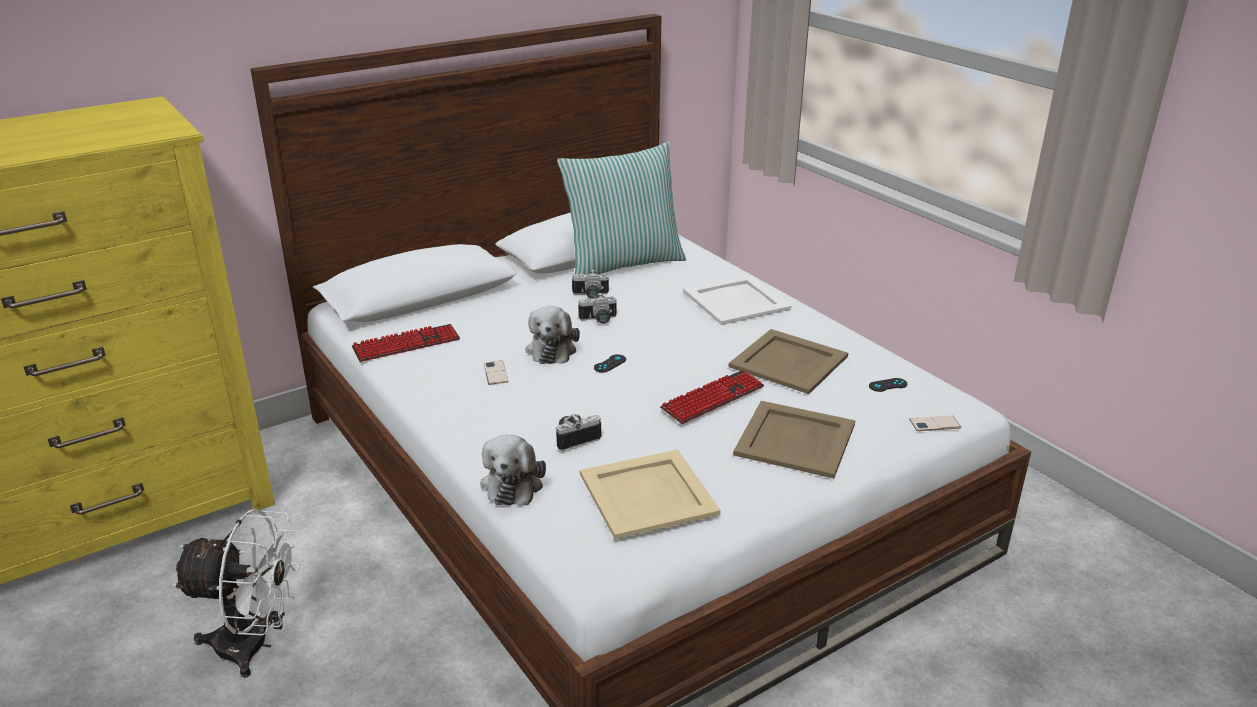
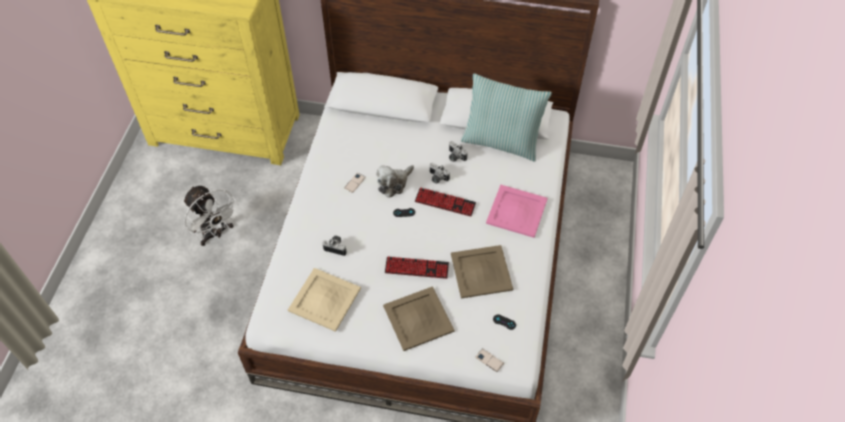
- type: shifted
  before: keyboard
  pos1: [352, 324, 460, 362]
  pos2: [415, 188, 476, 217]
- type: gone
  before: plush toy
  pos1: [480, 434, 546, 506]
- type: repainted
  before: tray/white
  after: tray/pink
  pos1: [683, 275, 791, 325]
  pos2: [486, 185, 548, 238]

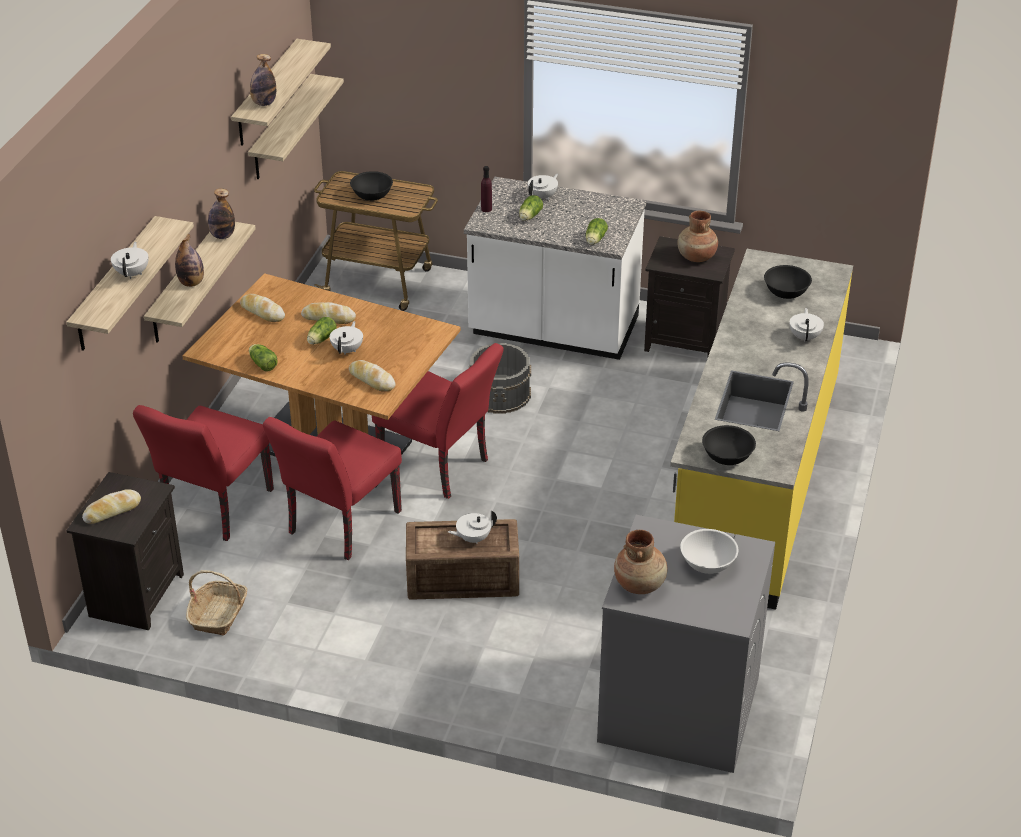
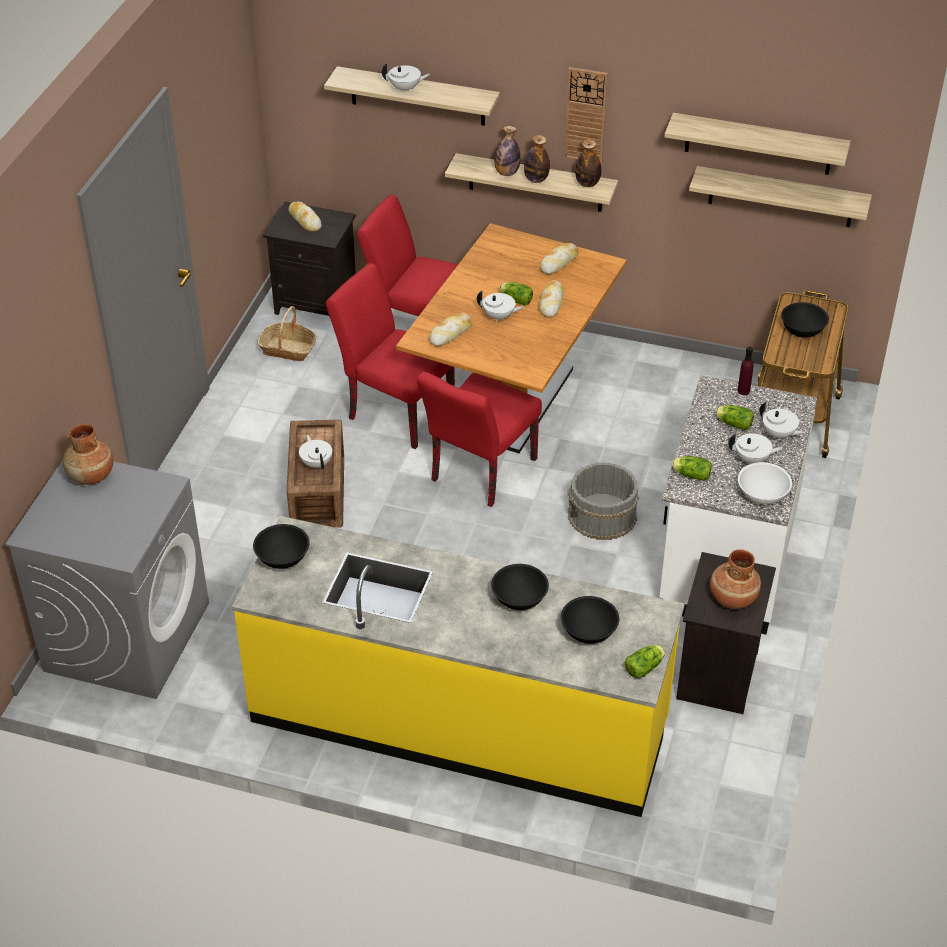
- type: shifted
  before: lettuce
  pos1: [249, 344, 278, 371]
  pos2: [625, 645, 665, 678]
- type: shifted
  before: bottle
  pos1: [250, 54, 276, 106]
  pos2: [524, 135, 550, 183]
- type: shifted
  before: bowl/white
  pos1: [680, 529, 738, 574]
  pos2: [738, 462, 792, 505]
- type: shifted
  before: teapot/white
  pos1: [790, 308, 824, 342]
  pos2: [728, 433, 783, 464]
- type: new
  after: bowl/black
  pos2: [491, 564, 549, 610]
- type: new
  after: wall clock
  pos2: [565, 67, 608, 164]

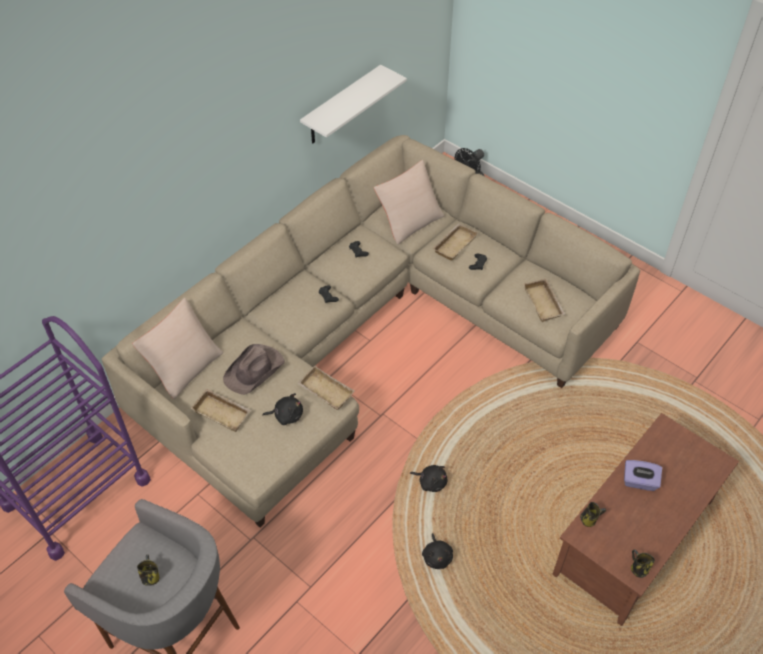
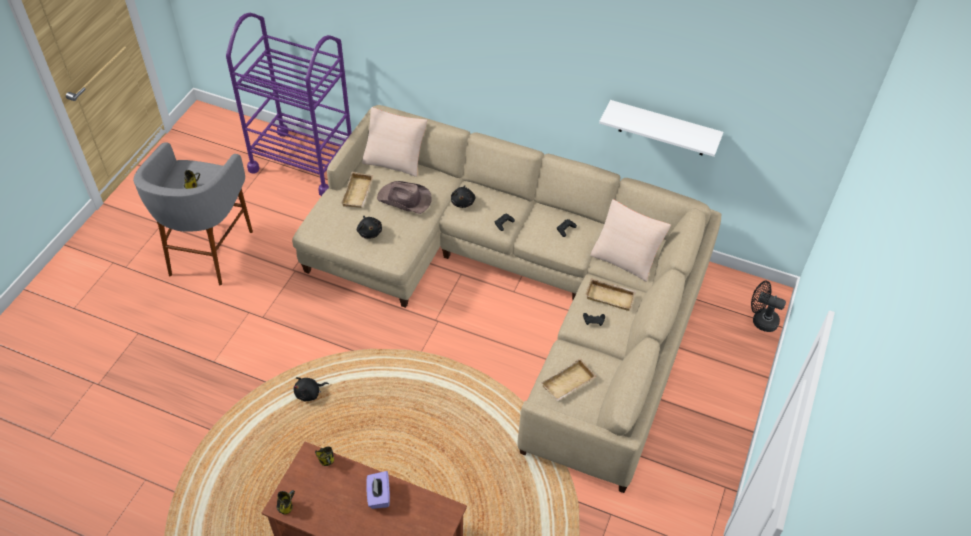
- type: gone
  before: tray/beige
  pos1: [297, 366, 355, 410]
- type: shifted
  before: plush toy/black
  pos1: [410, 465, 447, 492]
  pos2: [451, 185, 475, 208]

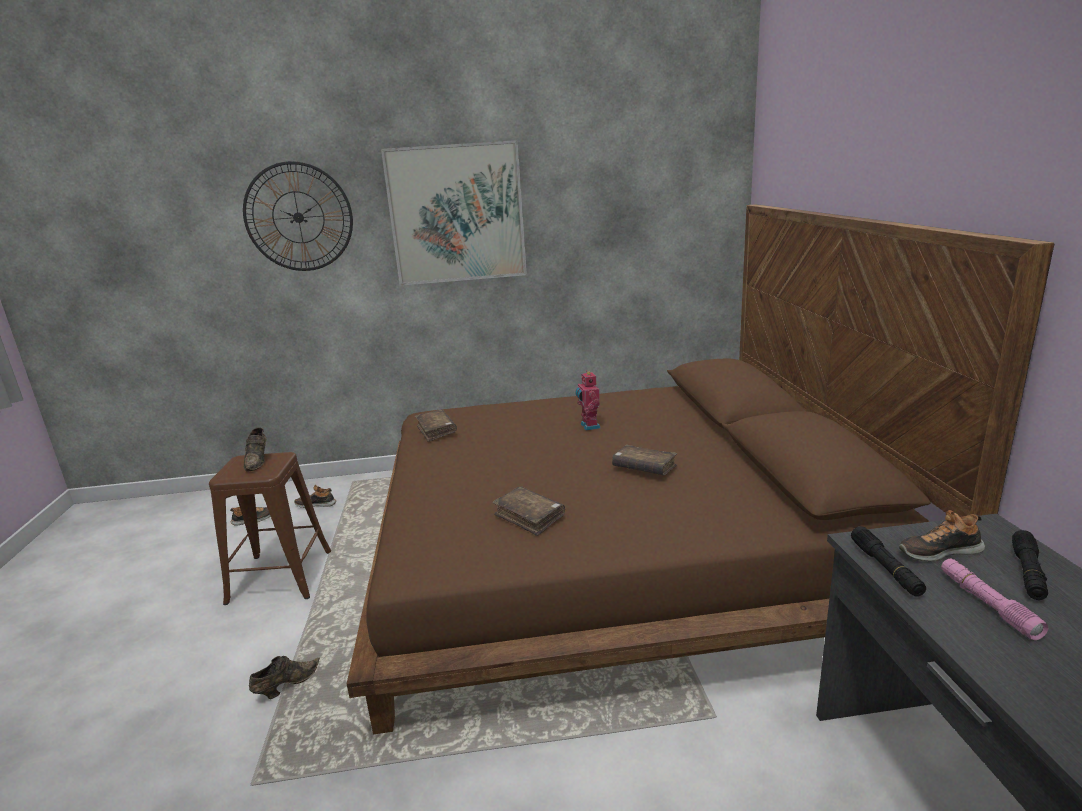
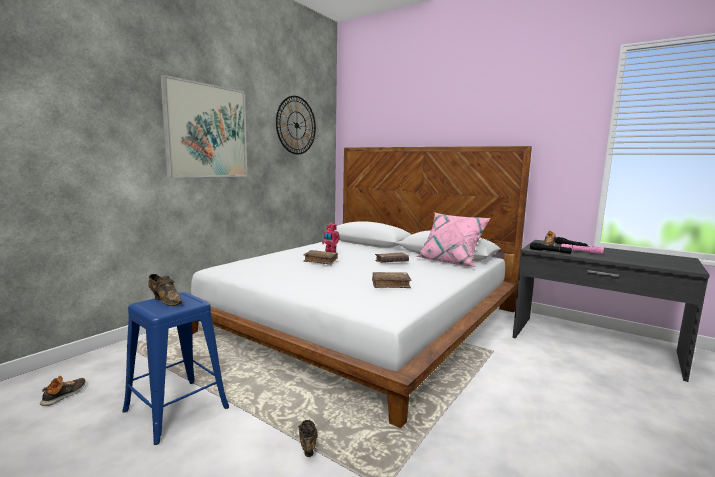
- type: repainted
  before: stool/brown
  after: stool/blue
  pos1: [209, 452, 331, 605]
  pos2: [122, 292, 229, 445]
- type: shifted
  before: wall clock
  pos1: [243, 161, 353, 271]
  pos2: [276, 96, 316, 154]
- type: gone
  before: shoe
  pos1: [294, 485, 336, 508]
- type: repainted
  before: bed/brown
  after: bed/white
  pos1: [347, 204, 1054, 734]
  pos2: [191, 146, 532, 428]
- type: shifted
  before: book/brown
  pos1: [415, 409, 457, 442]
  pos2: [303, 250, 338, 265]
- type: new
  after: pillow/pink
  pos2: [416, 212, 491, 267]

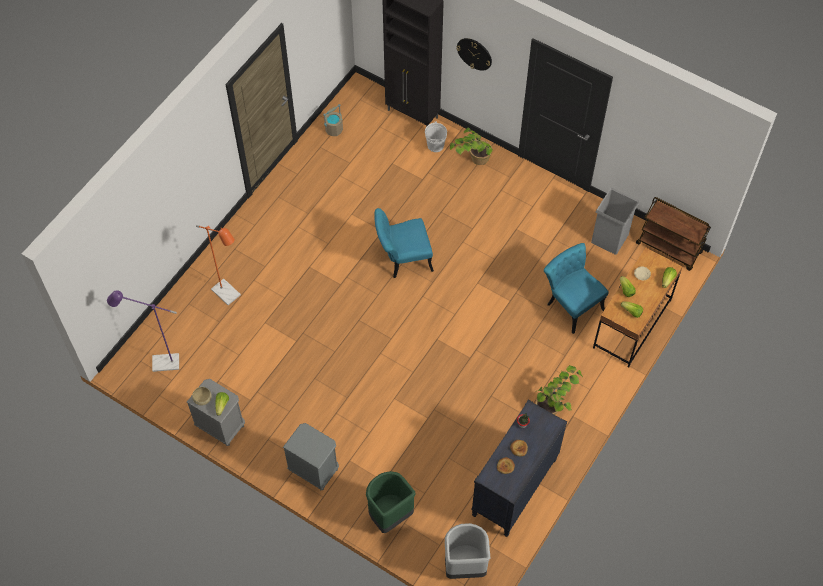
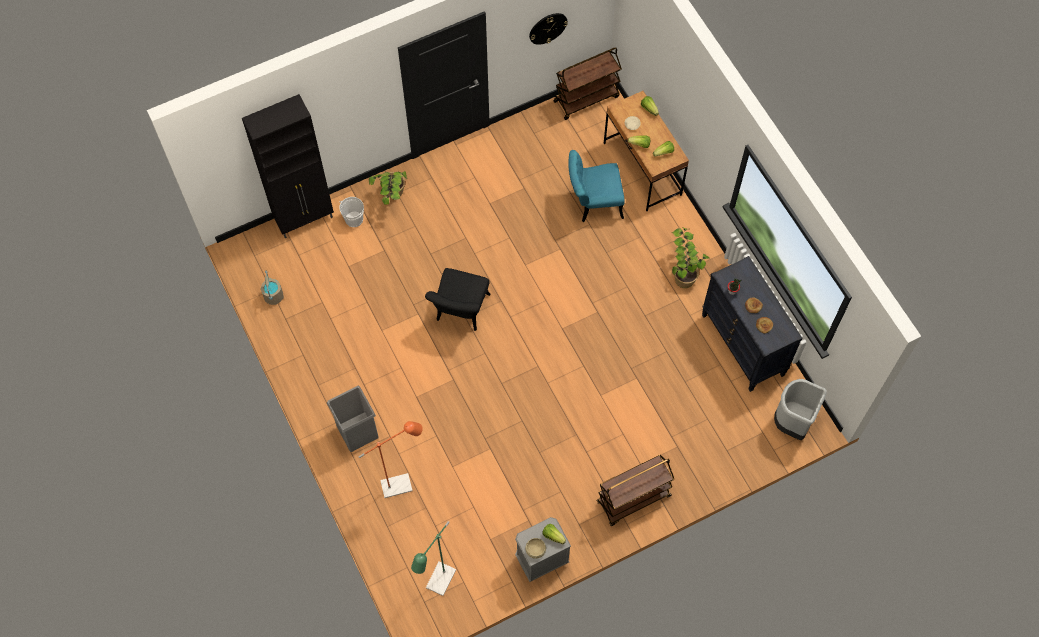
- type: repainted
  before: floor lamp/purple
  after: floor lamp/green
  pos1: [107, 290, 179, 372]
  pos2: [411, 521, 456, 596]
- type: swapped
  before: nightstand/grey
  after: cart/brown
  pos1: [283, 423, 339, 490]
  pos2: [597, 455, 674, 526]
- type: gone
  before: trash can/green
  pos1: [366, 471, 415, 533]
- type: repainted
  before: chair/turquoise
  after: chair/black
  pos1: [374, 208, 434, 278]
  pos2: [425, 268, 490, 331]
- type: shifted
  before: wall clock
  pos1: [456, 38, 492, 71]
  pos2: [529, 13, 568, 45]
- type: shifted
  before: trash can/grey
  pos1: [591, 188, 639, 255]
  pos2: [327, 386, 379, 452]

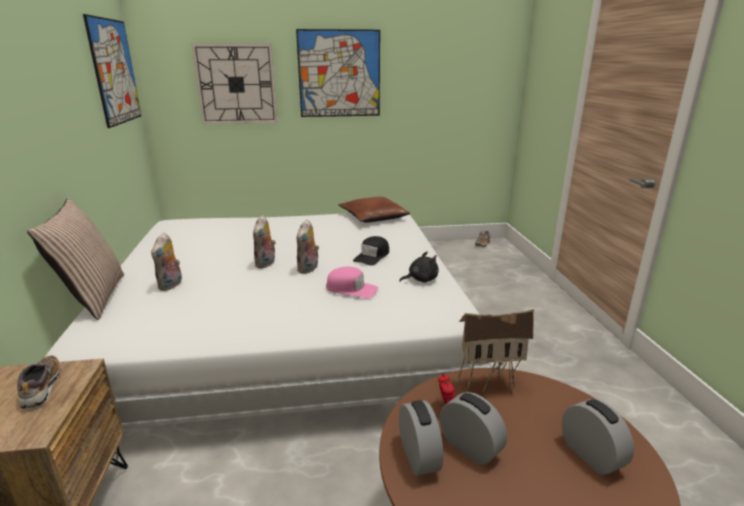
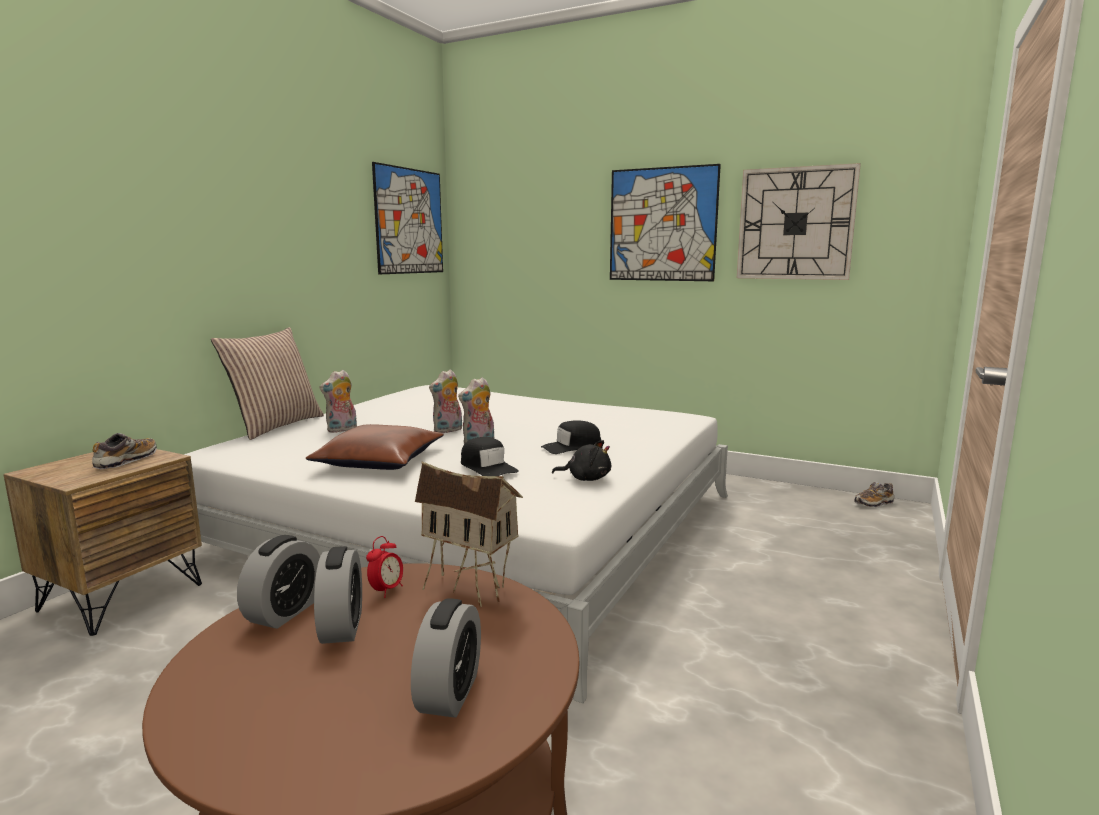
- type: shifted
  before: wall clock
  pos1: [191, 43, 278, 124]
  pos2: [737, 163, 861, 280]
- type: repainted
  before: cap/pink
  after: cap/black
  pos1: [326, 266, 378, 298]
  pos2: [461, 437, 519, 476]
- type: shifted
  before: pillow/brown
  pos1: [338, 197, 410, 223]
  pos2: [306, 424, 444, 470]

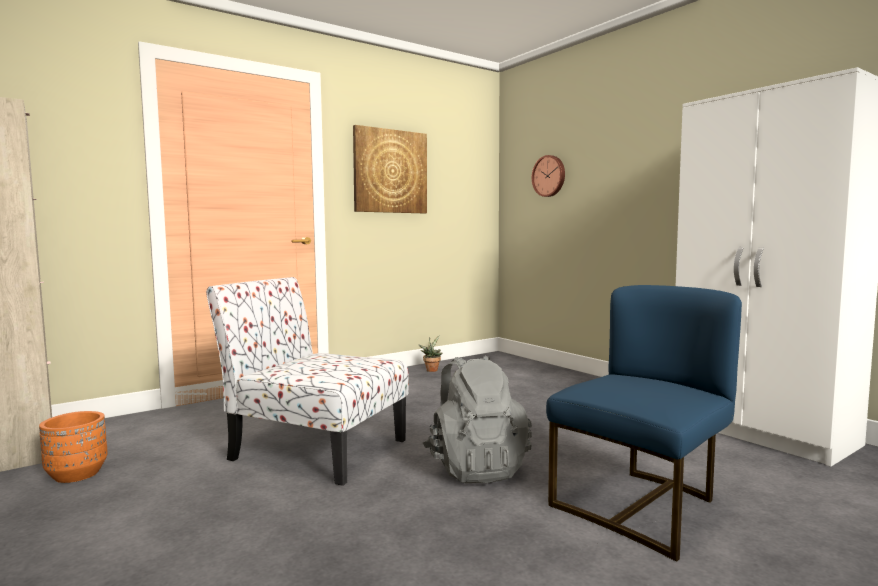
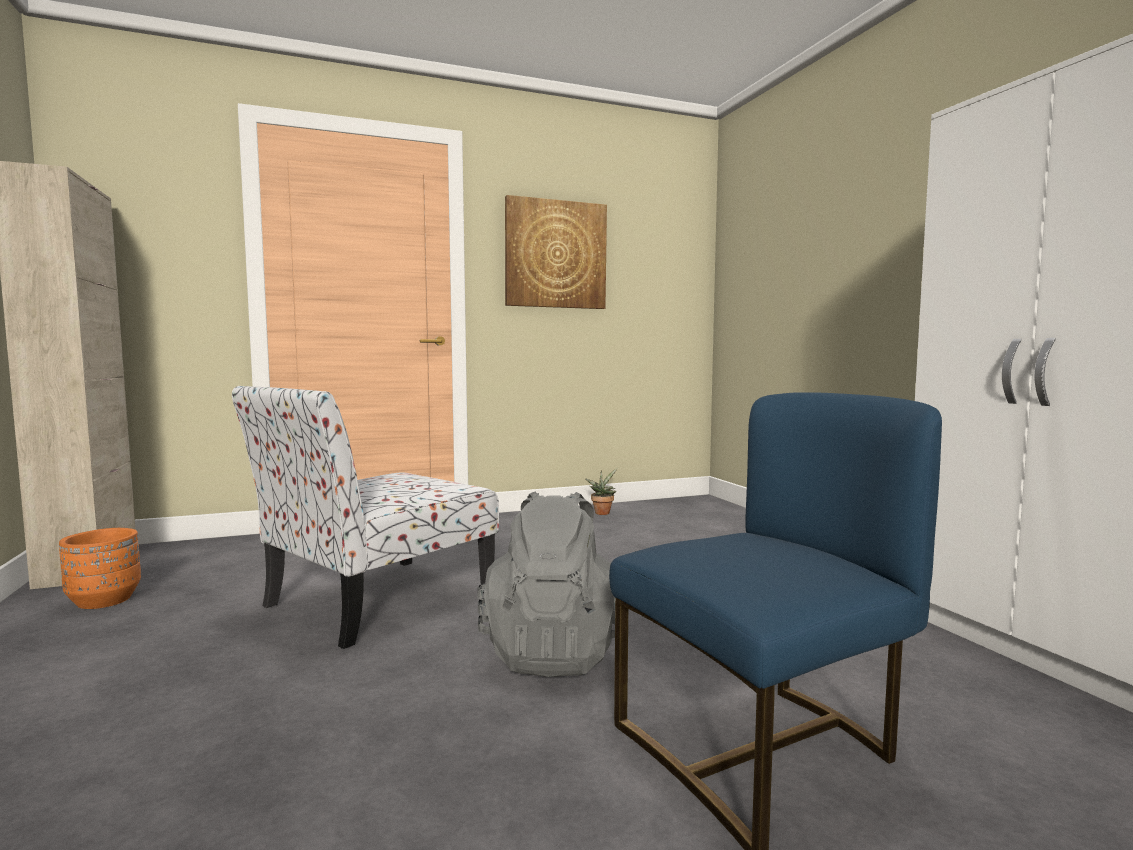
- type: rotated
  before: chair
  pos1: [206, 277, 408, 486]
  pos2: [232, 386, 499, 649]
  turn: -90
- type: gone
  before: wall clock
  pos1: [531, 155, 565, 197]

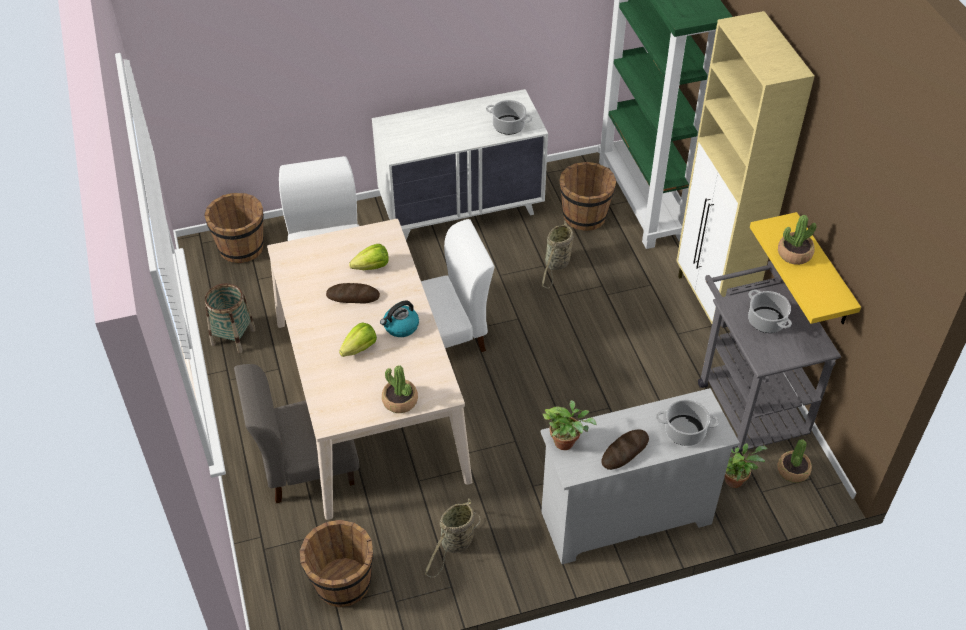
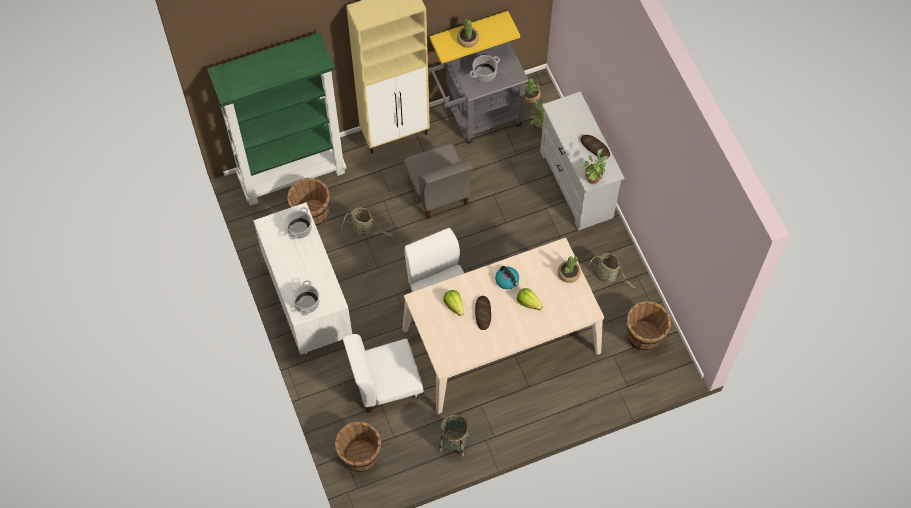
- type: shifted
  before: chair/grey
  pos1: [234, 364, 359, 503]
  pos2: [404, 143, 473, 219]
- type: shifted
  before: cooking pot
  pos1: [656, 399, 719, 446]
  pos2: [292, 280, 319, 316]

